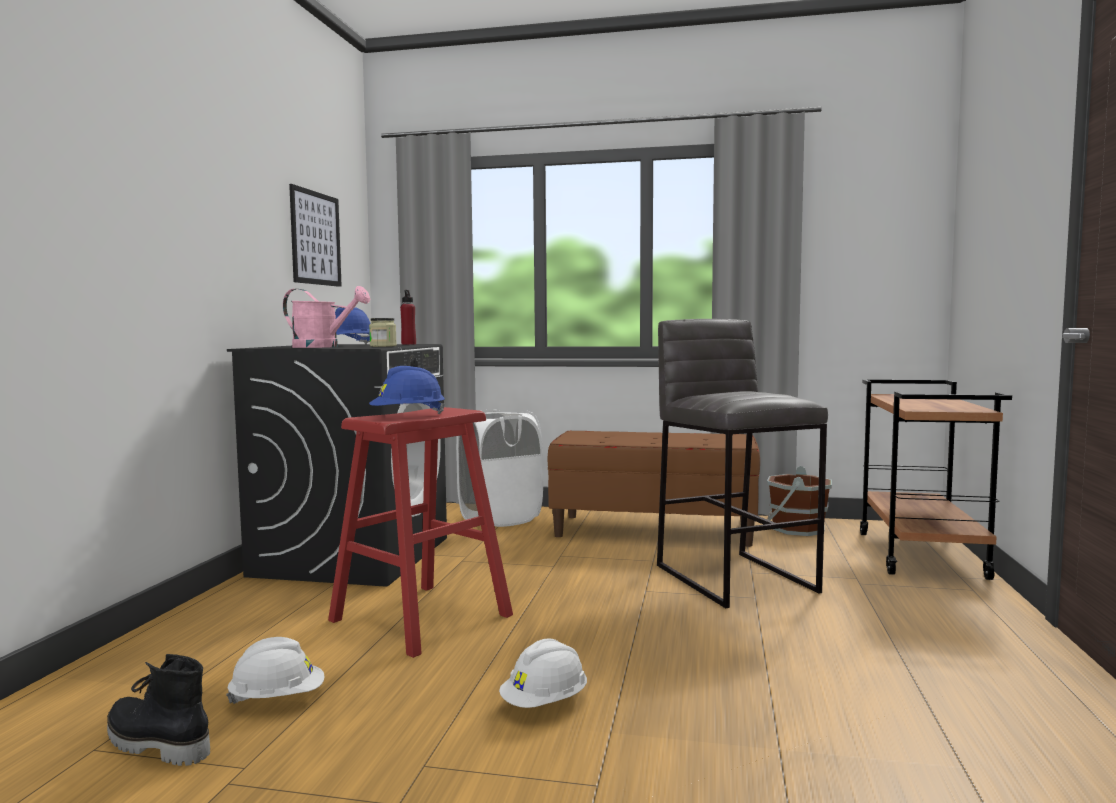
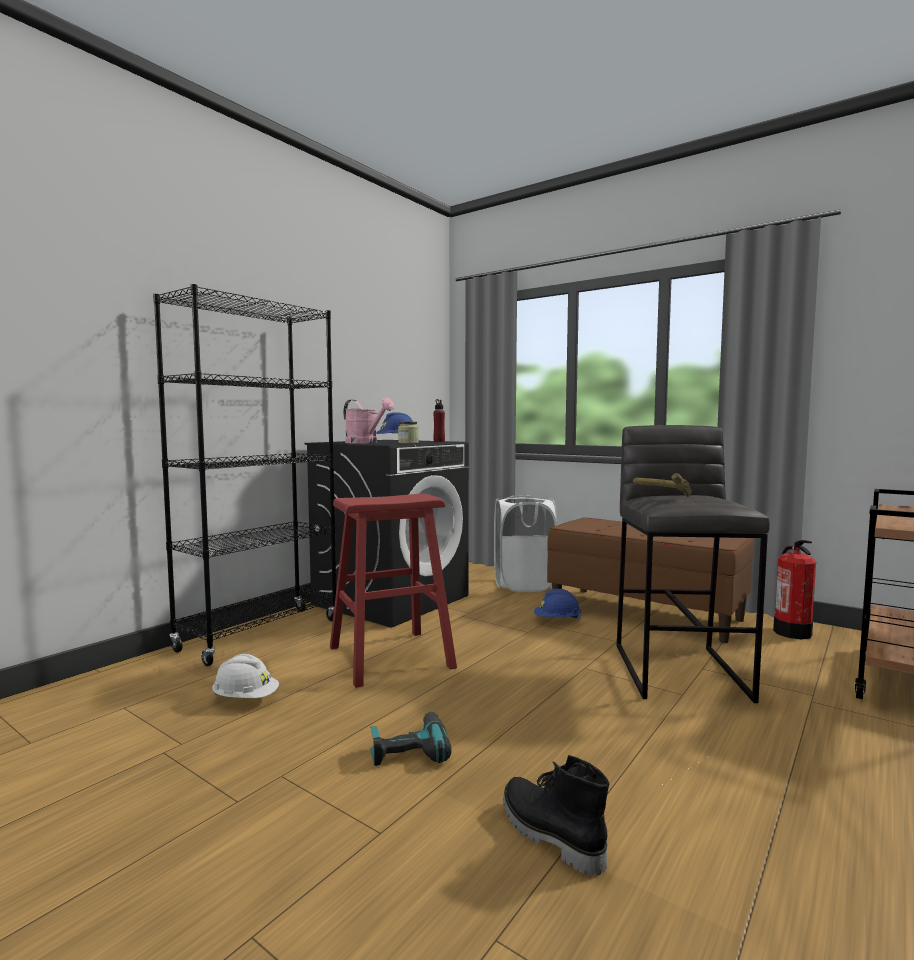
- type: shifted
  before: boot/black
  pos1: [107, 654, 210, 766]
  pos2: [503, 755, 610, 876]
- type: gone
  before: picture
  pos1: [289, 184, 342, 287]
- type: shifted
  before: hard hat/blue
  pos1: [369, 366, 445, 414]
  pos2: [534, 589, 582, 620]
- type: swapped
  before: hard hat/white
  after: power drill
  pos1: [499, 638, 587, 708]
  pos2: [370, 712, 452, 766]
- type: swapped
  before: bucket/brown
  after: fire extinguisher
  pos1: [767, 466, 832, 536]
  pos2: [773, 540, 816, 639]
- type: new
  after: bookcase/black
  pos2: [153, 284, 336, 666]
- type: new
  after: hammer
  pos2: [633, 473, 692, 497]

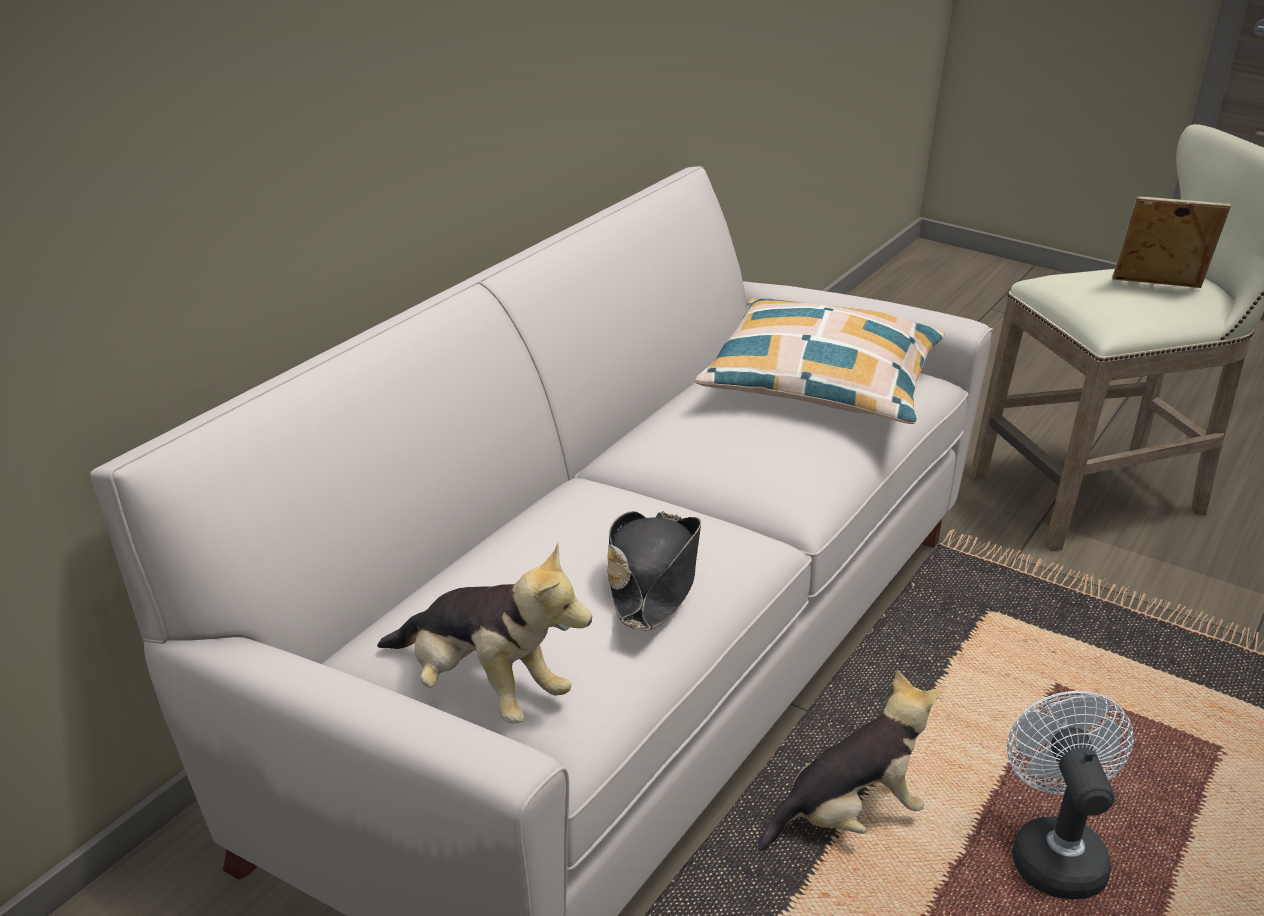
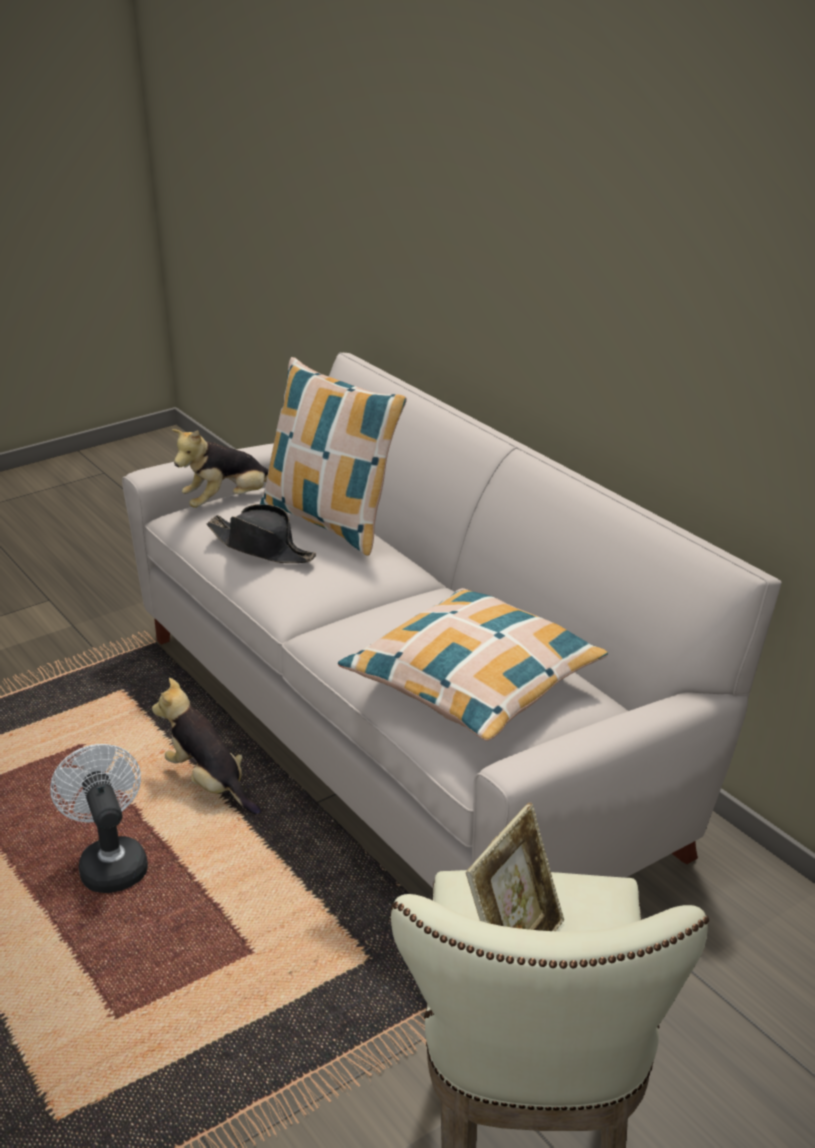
- type: rotated
  before: plush toy
  pos1: [758, 670, 941, 851]
  pos2: [152, 678, 261, 814]
  turn: 135
- type: rotated
  before: fan/white
  pos1: [1007, 691, 1134, 900]
  pos2: [50, 744, 148, 893]
  turn: -135
- type: new
  after: pillow
  pos2: [260, 357, 407, 556]

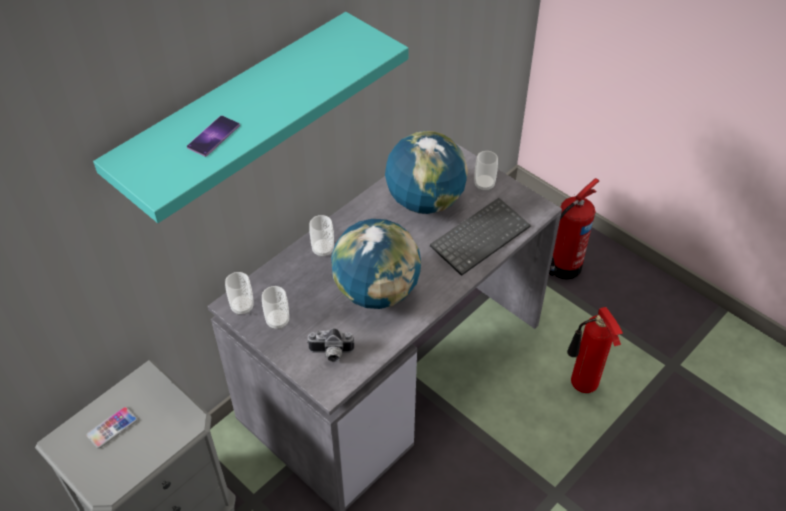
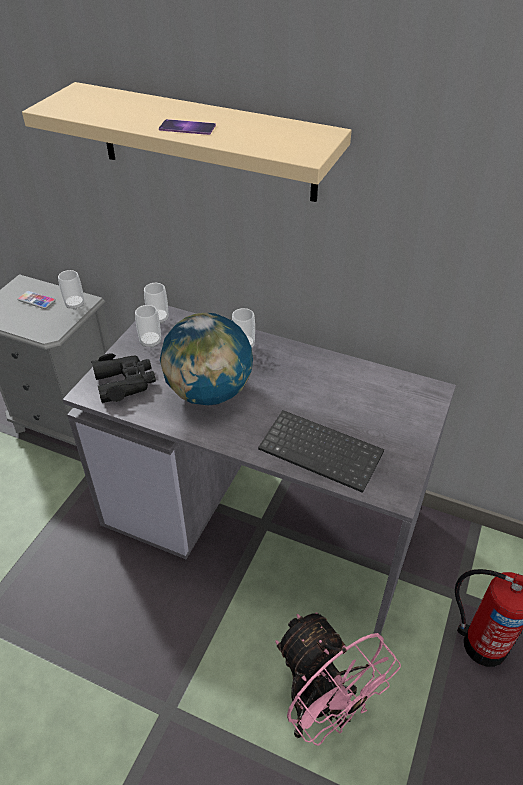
- type: repainted
  before: shelf/turquoise
  after: shelf/beige
  pos1: [93, 12, 409, 223]
  pos2: [22, 82, 352, 202]
- type: shifted
  before: phone
  pos1: [187, 116, 240, 157]
  pos2: [159, 119, 216, 135]
- type: swapped
  before: photo camera
  after: binoculars/black
  pos1: [307, 328, 355, 362]
  pos2: [91, 353, 156, 403]
- type: gone
  before: globe
  pos1: [385, 131, 468, 214]
- type: shifted
  before: cup
  pos1: [474, 151, 498, 191]
  pos2: [58, 270, 84, 310]
- type: swapped
  before: fire extinguisher
  after: fan/pink
  pos1: [567, 307, 623, 393]
  pos2: [275, 612, 401, 746]

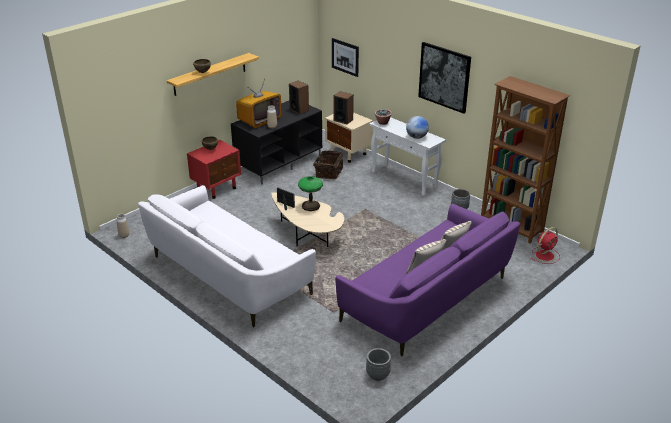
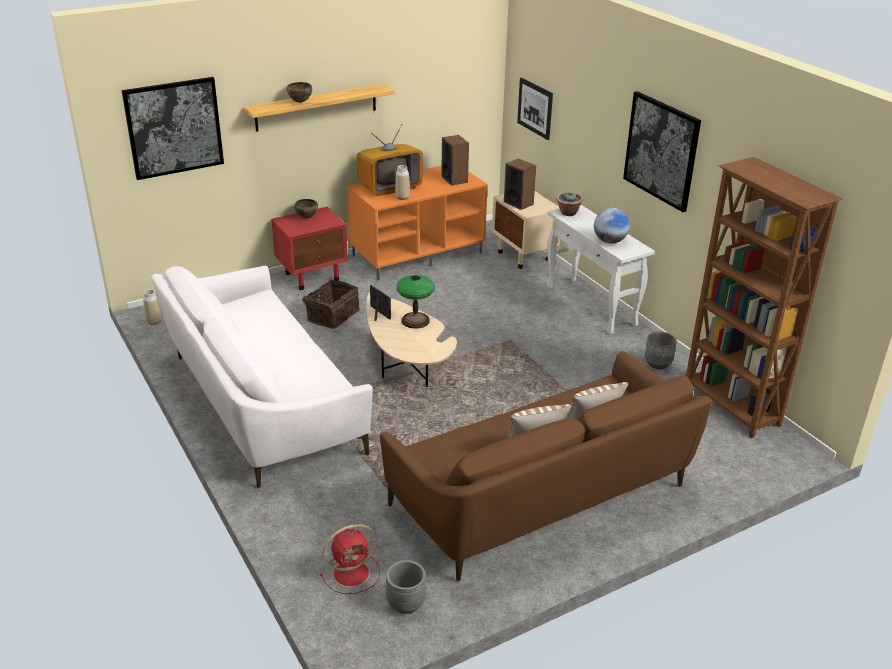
- type: repainted
  before: tv stand/black
  after: tv stand/orange
  pos1: [231, 101, 322, 184]
  pos2: [347, 166, 488, 280]
- type: shifted
  before: basket
  pos1: [313, 151, 343, 179]
  pos2: [298, 280, 359, 329]
- type: repainted
  before: sofa/purple
  after: sofa/brown
  pos1: [335, 204, 520, 356]
  pos2: [380, 351, 712, 581]
- type: shifted
  before: fan/red
  pos1: [531, 227, 560, 264]
  pos2: [320, 524, 380, 594]
- type: new
  after: picture
  pos2: [122, 77, 224, 180]

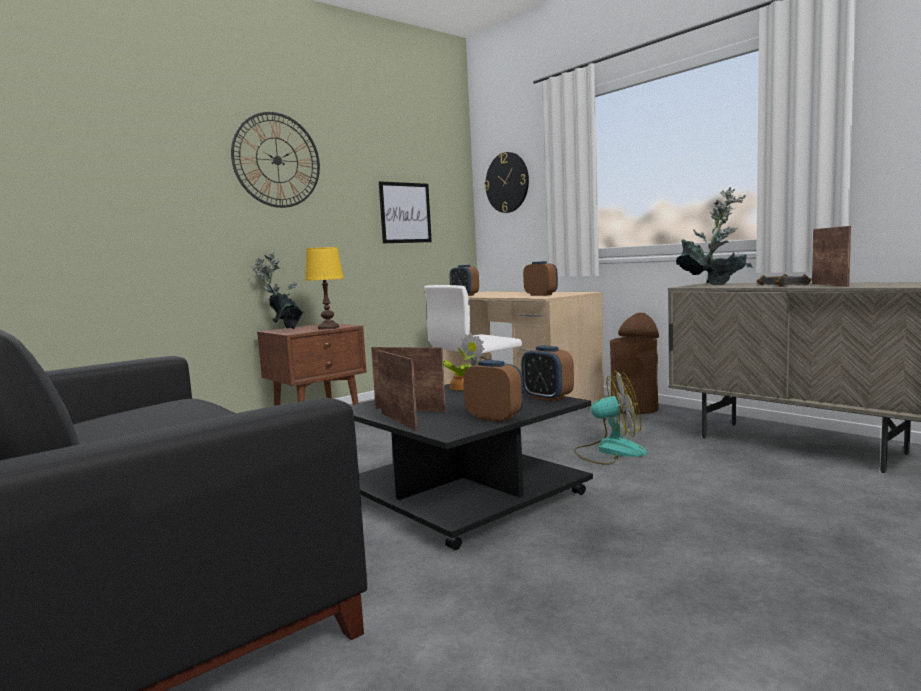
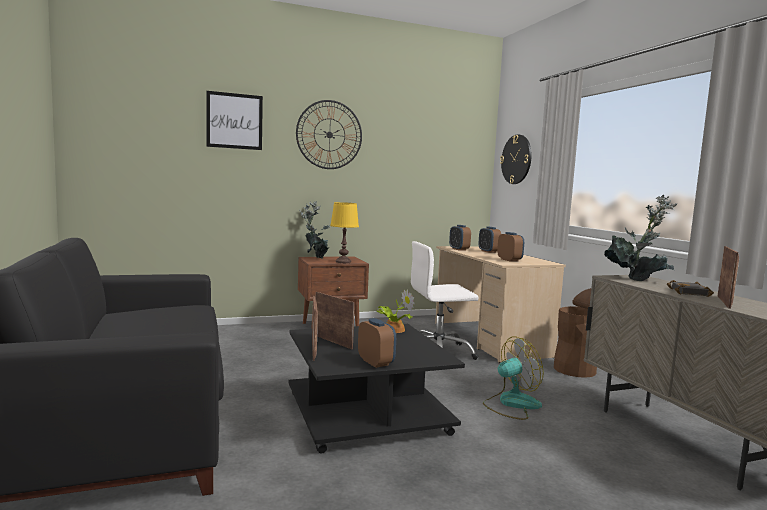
- type: shifted
  before: picture
  pos1: [379, 181, 432, 243]
  pos2: [206, 91, 263, 150]
- type: shifted
  before: alarm clock
  pos1: [521, 346, 574, 401]
  pos2: [479, 227, 501, 253]
- type: rotated
  before: fan
  pos1: [574, 371, 647, 465]
  pos2: [483, 337, 544, 420]
  turn: -45

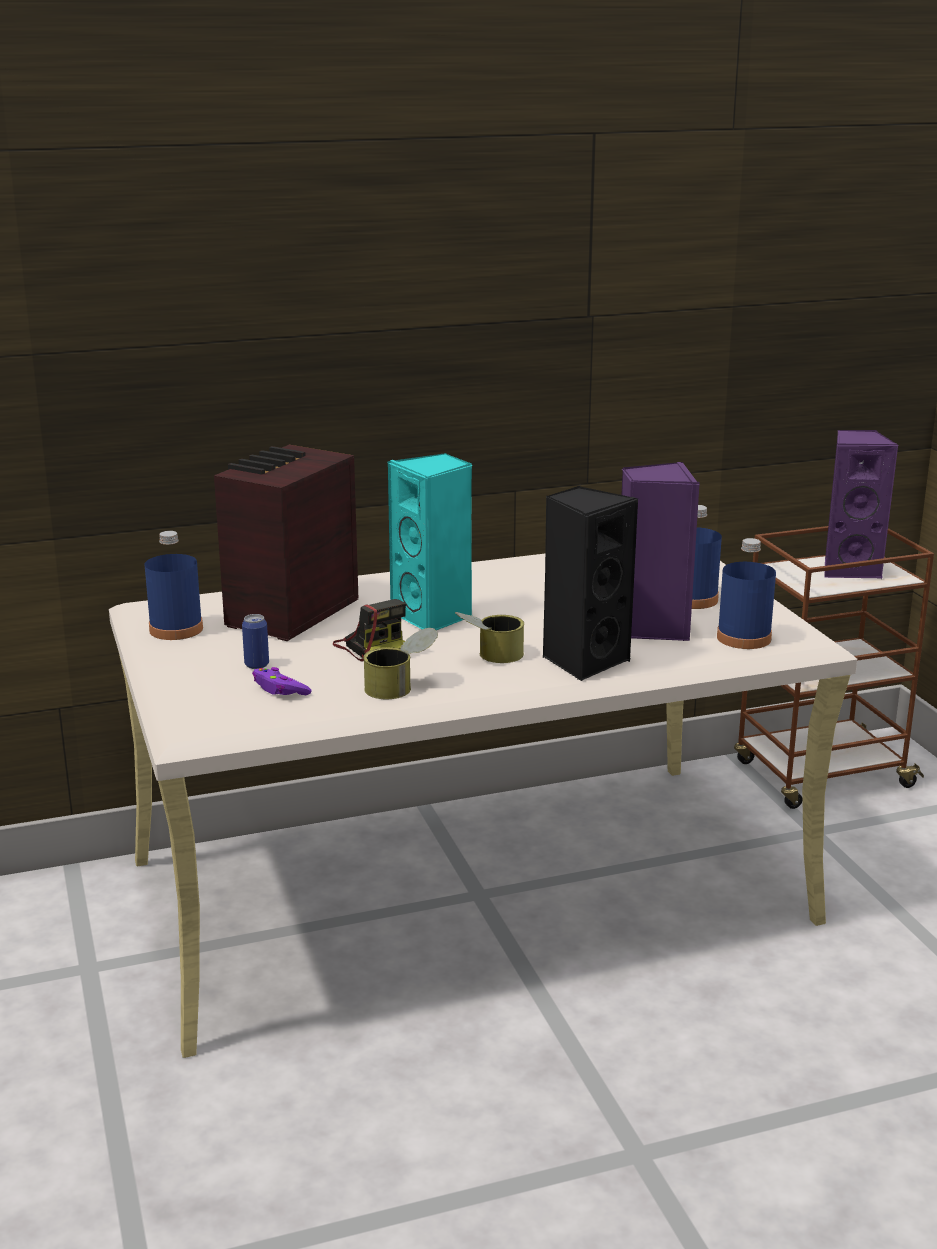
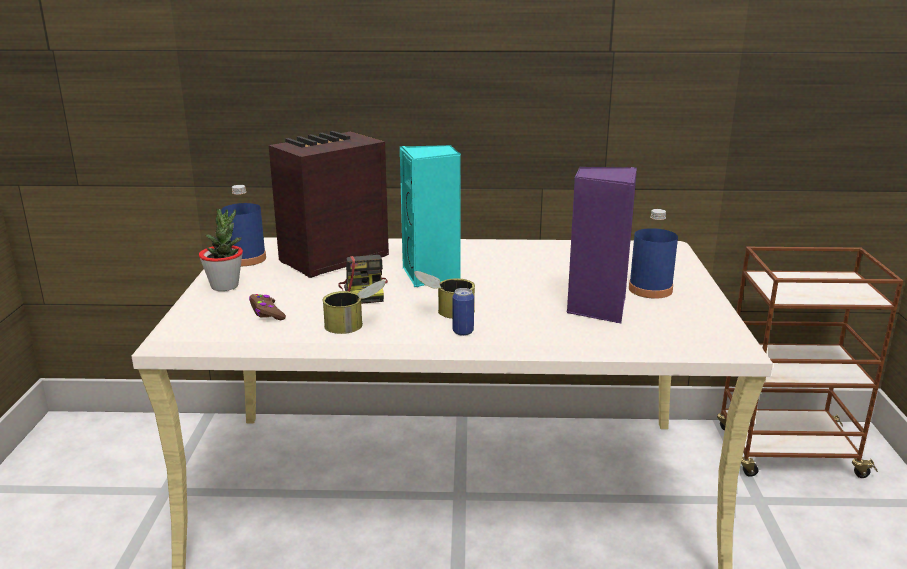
- type: shifted
  before: can
  pos1: [242, 614, 269, 669]
  pos2: [453, 288, 474, 336]
- type: repainted
  before: game controller/purple
  after: game controller/brown
  pos1: [252, 667, 312, 695]
  pos2: [249, 294, 286, 320]
- type: gone
  before: speaker/black
  pos1: [542, 486, 638, 681]
- type: gone
  before: bottle/blue
  pos1: [717, 538, 776, 649]
- type: gone
  before: speaker/purple
  pos1: [824, 430, 898, 579]
- type: new
  after: potted plant
  pos2: [199, 208, 243, 291]

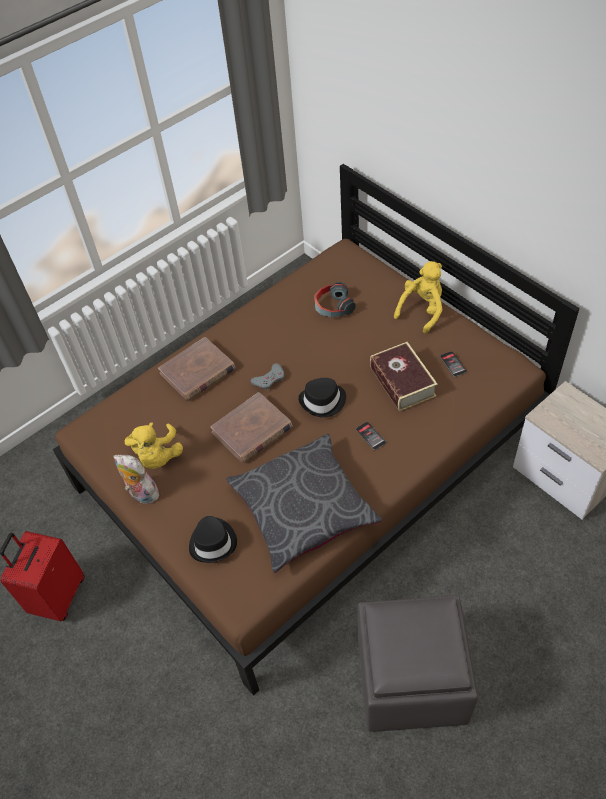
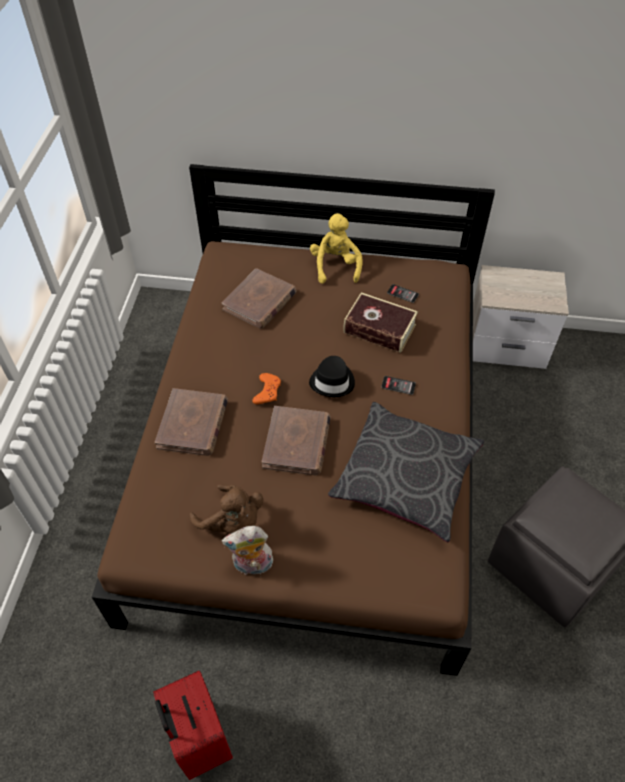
- type: repainted
  before: plush toy/yellow
  after: plush toy/brown
  pos1: [125, 422, 183, 469]
  pos2: [189, 484, 263, 534]
- type: gone
  before: hat/black
  pos1: [189, 516, 237, 563]
- type: repainted
  before: game controller/grey
  after: game controller/orange
  pos1: [251, 363, 284, 390]
  pos2: [252, 373, 281, 404]
- type: swapped
  before: headphones
  after: book/brown
  pos1: [315, 282, 355, 318]
  pos2: [222, 268, 296, 328]

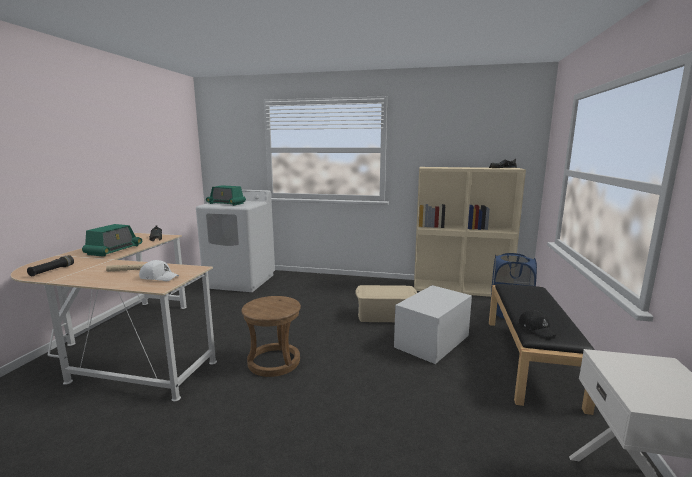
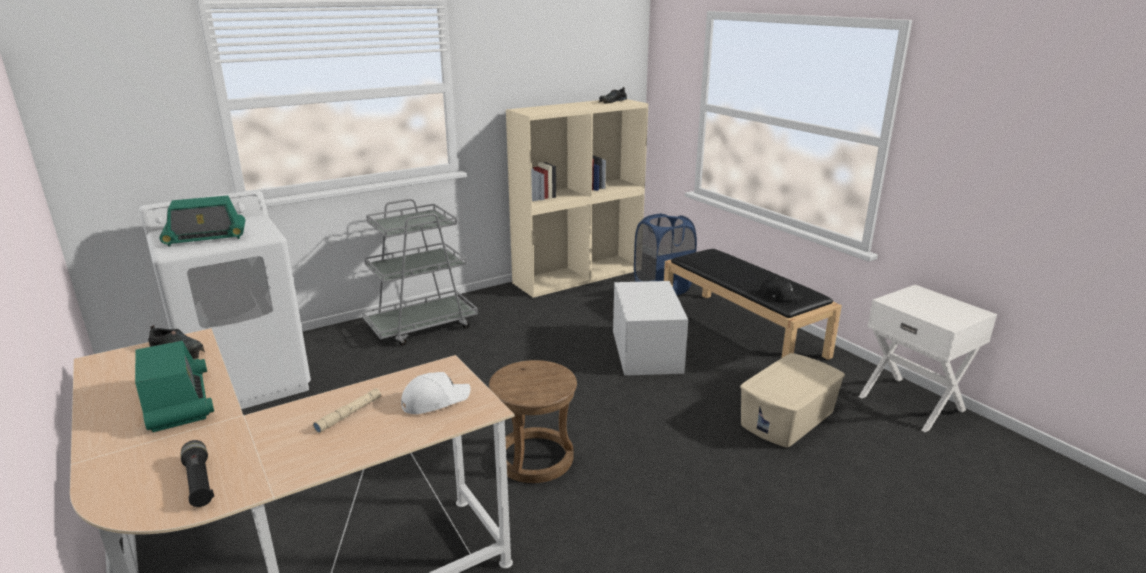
- type: shifted
  before: storage box/beige
  pos1: [355, 285, 417, 322]
  pos2: [740, 353, 845, 448]
- type: new
  after: cart/grey
  pos2: [362, 199, 478, 346]

